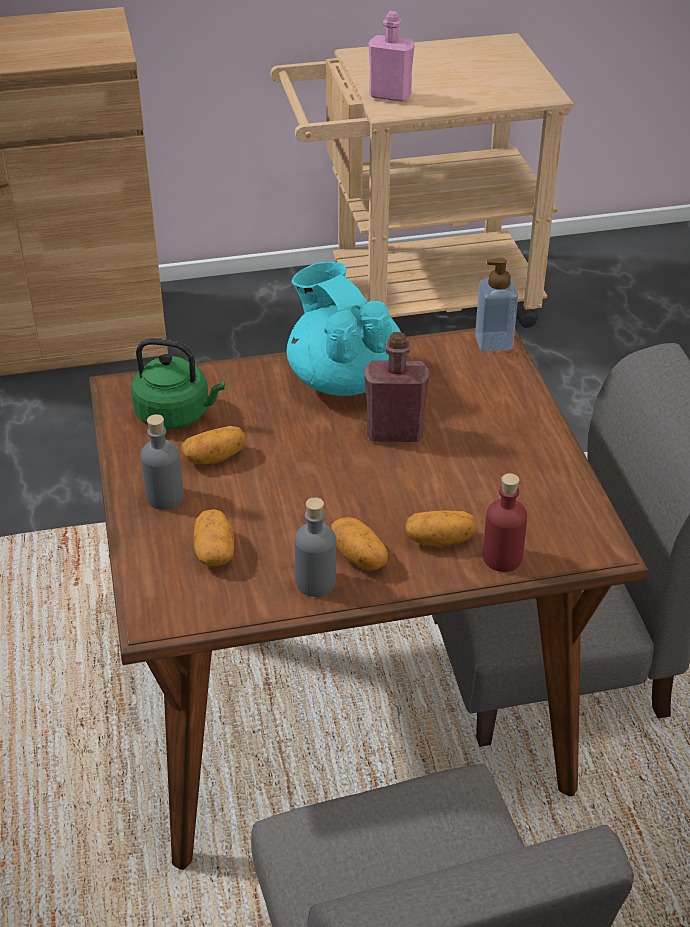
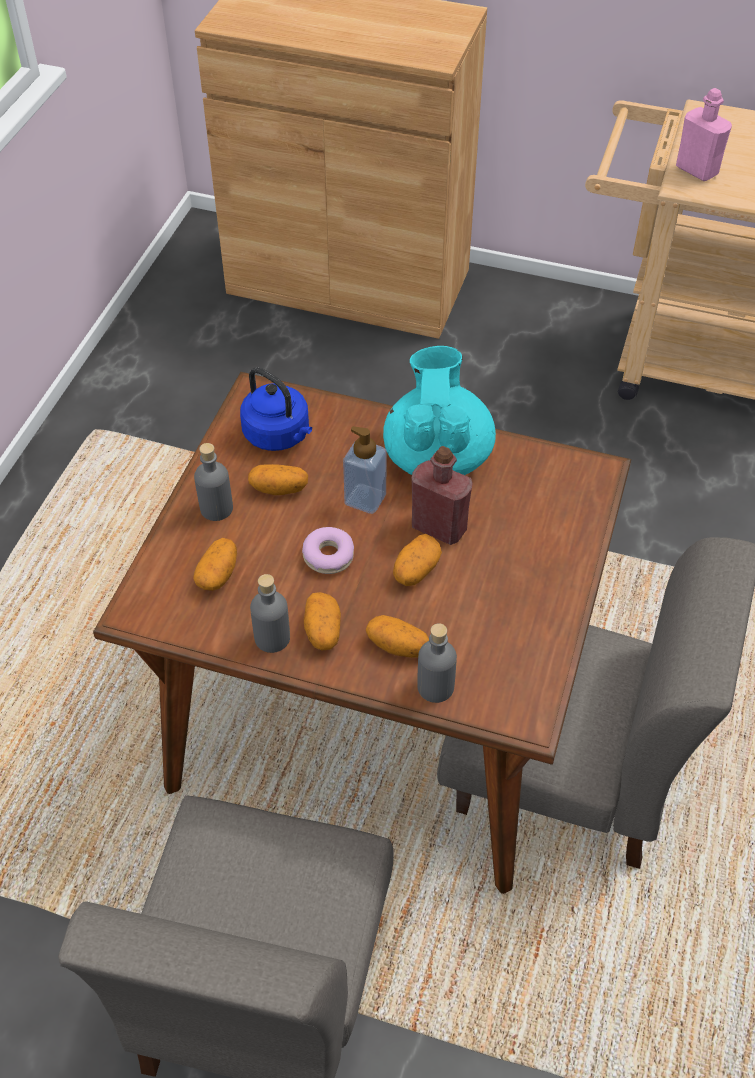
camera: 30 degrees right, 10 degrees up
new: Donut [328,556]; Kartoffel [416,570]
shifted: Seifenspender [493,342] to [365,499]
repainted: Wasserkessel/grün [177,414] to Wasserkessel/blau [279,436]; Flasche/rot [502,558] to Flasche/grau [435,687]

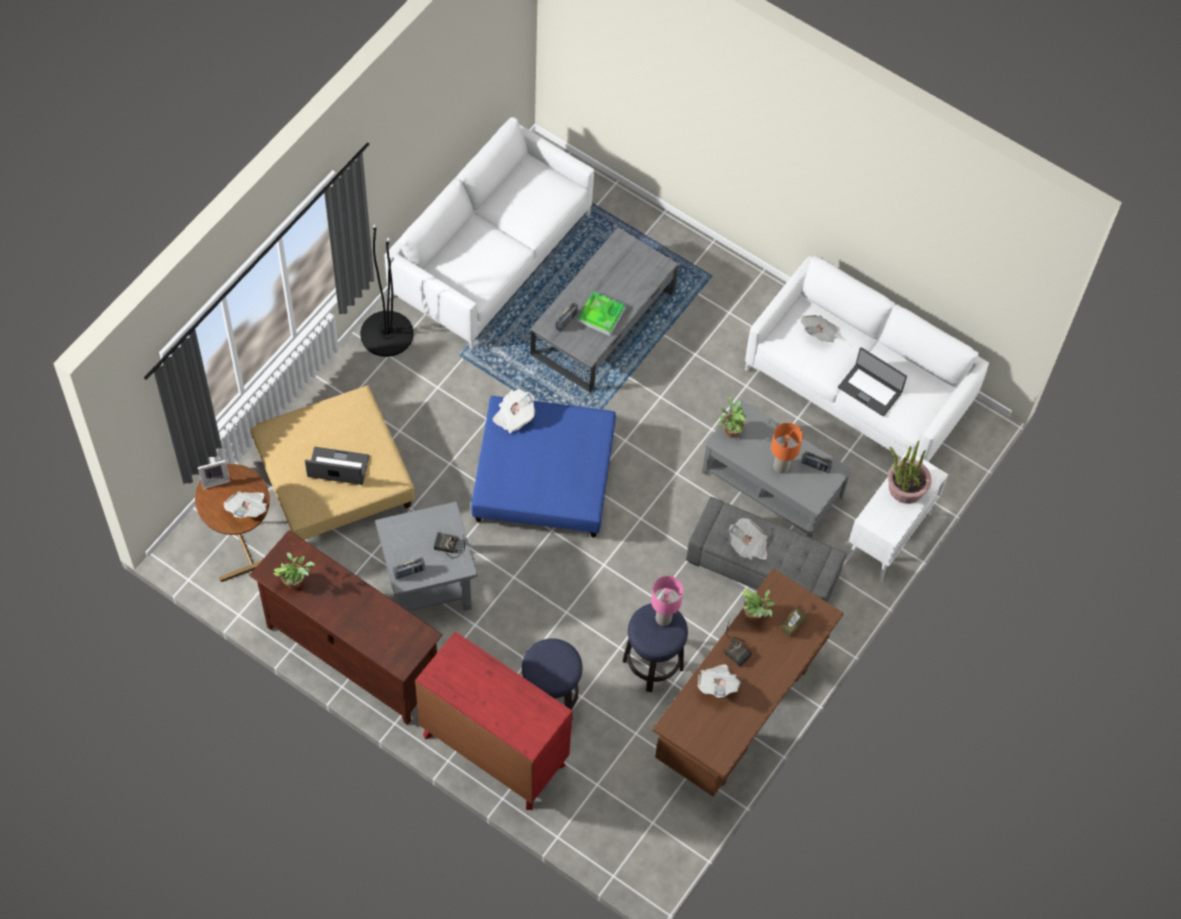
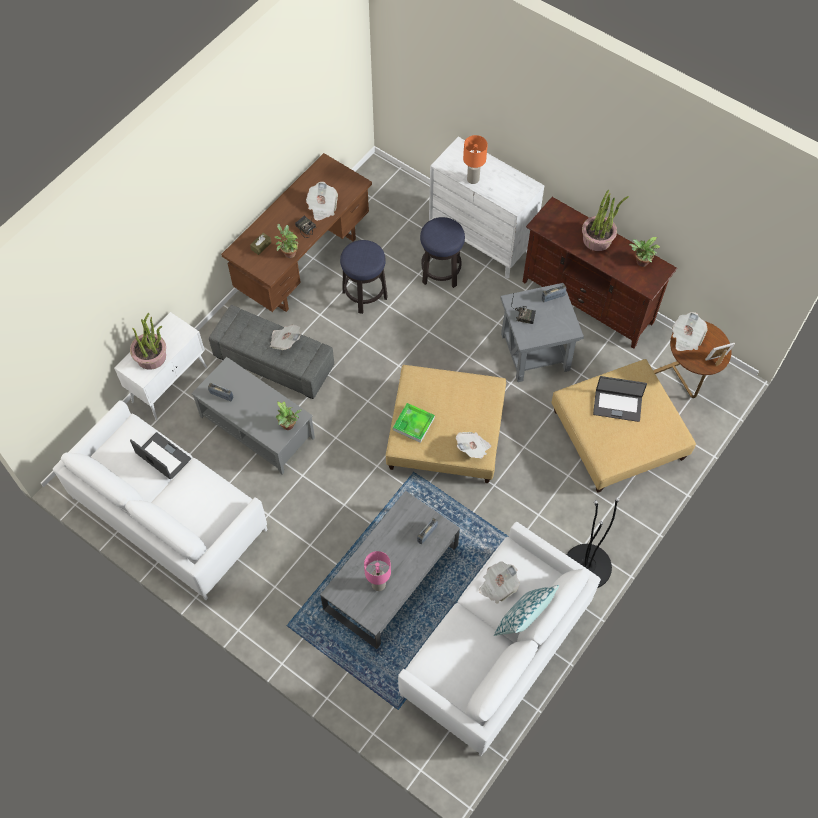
camera: 175 degrees left, 0 degrees up
new: Topfpflanze [597,239]; Kissen [523,620]
shifted: Tablett [601,315] to [413,424]; Zeitung [819,334] to [497,586]; Tischlampe/orange [781,467] to [472,179]; Tischlampe/rosa [663,619] to [379,584]
repainted: Polsterhocker/blau [543,478] to Polsterhocker/beige [445,434]; Kommode/rot [493,750] to Kommode/weiß [481,241]

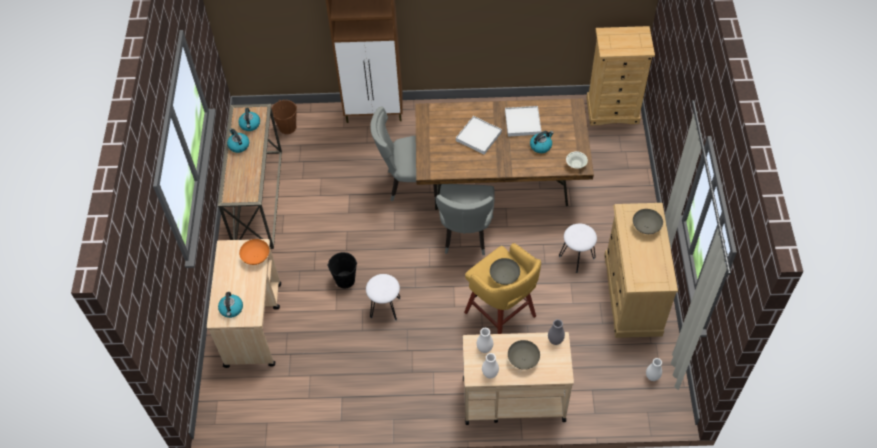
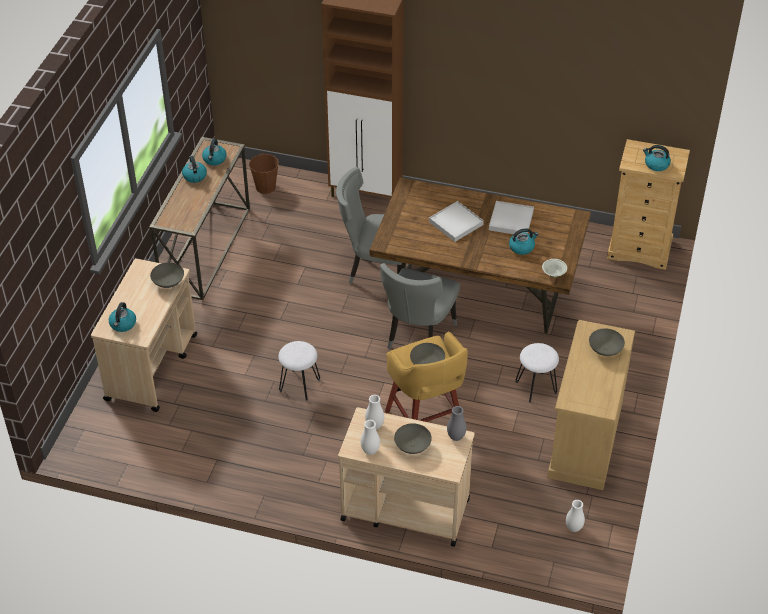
camera: 15 degrees right, 10 degrees down
gone: Eimer/schwarz [345,280]
new: Wasserkessel [656,164]
repainted: Schüssel/orange [256,257] to Schüssel/grau [168,283]

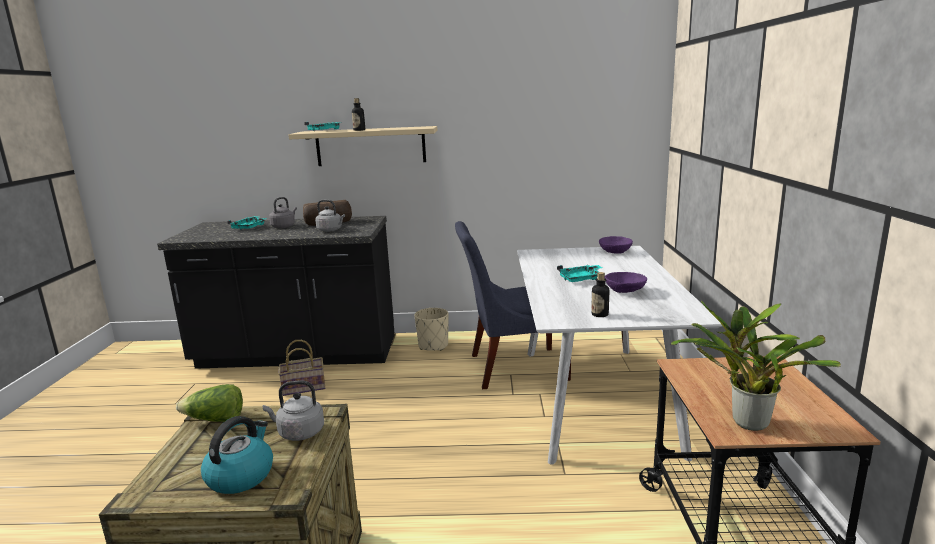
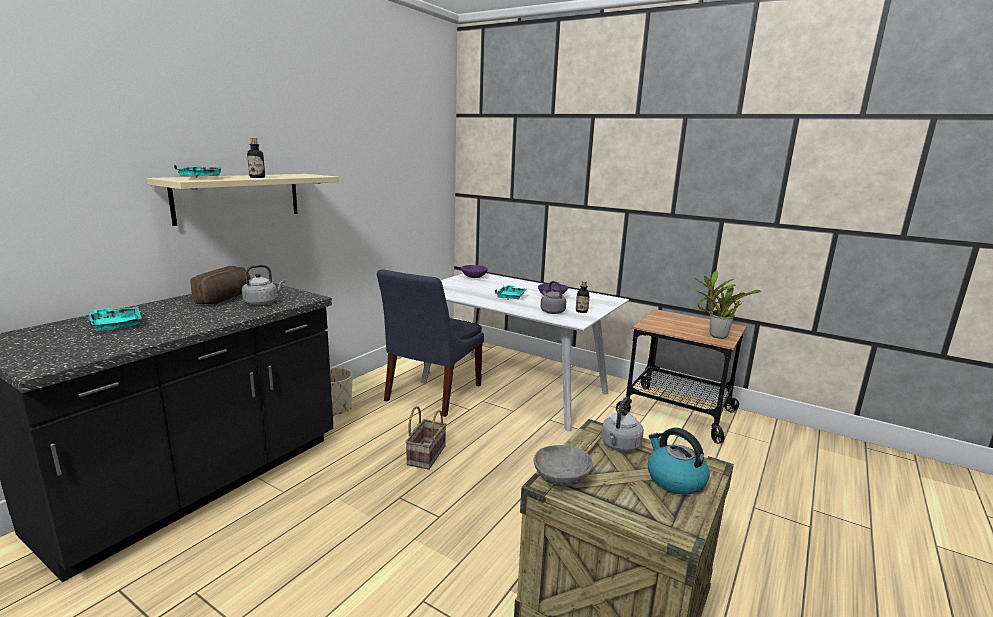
camera: 60 degrees left, 0 degrees up
shifted: Wasserkessel/grau [284,226] to [551,311]; Korb [305,387] to [426,454]
swapped: Salatkopf [215,420] to Schüssel/grau [562,478]

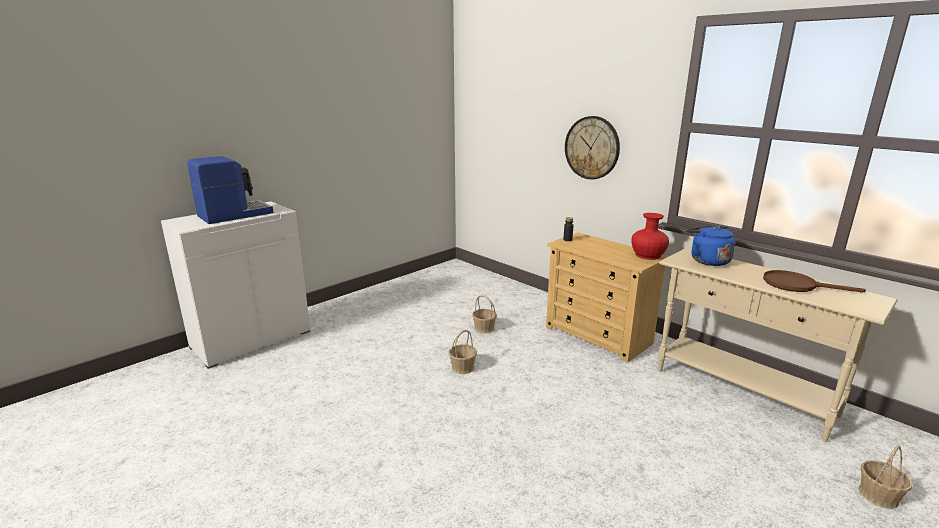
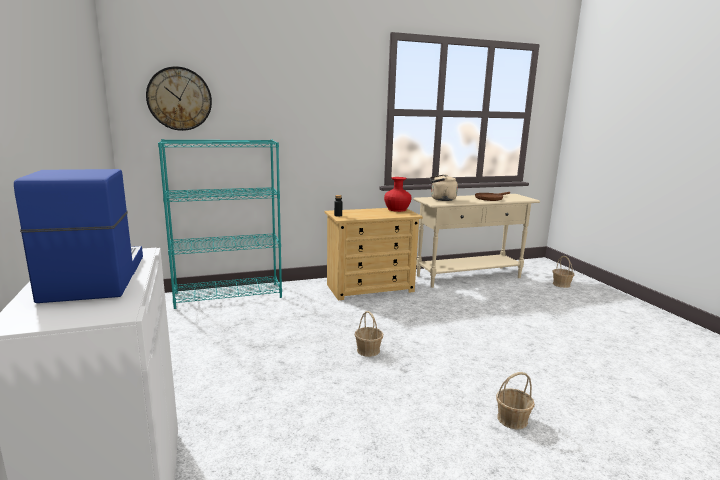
camera: 65 degrees left, 5 degrees down
new: Bücherregal/türkis [229,295]
shifted: Wanduhr [592,148] to [179,99]; Korb [484,328] to [512,419]
repainted: Wasserkessel/blau [707,260] to Wasserkessel/beige [441,199]

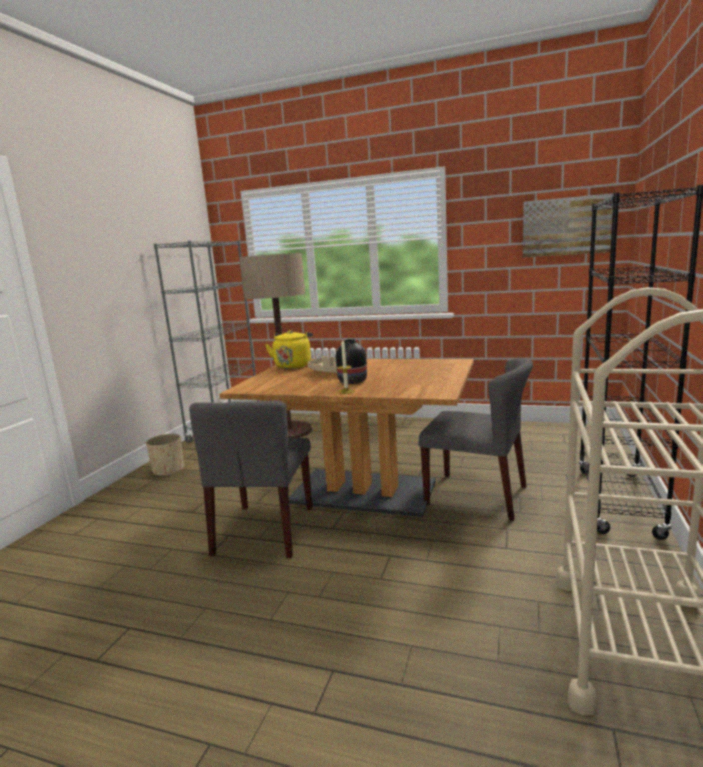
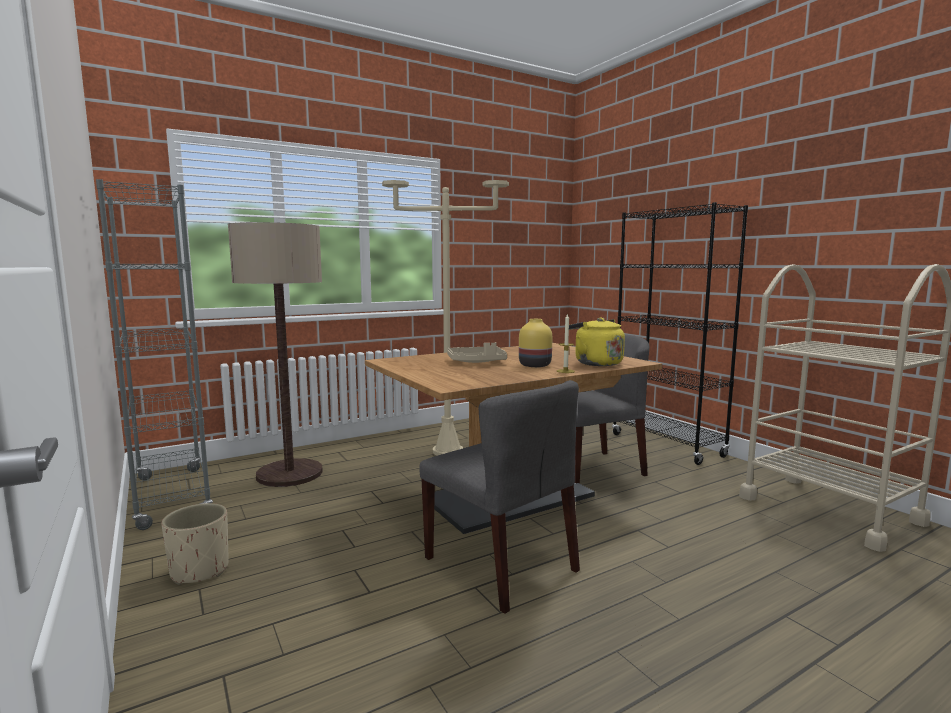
camera: 50 degrees left, 5 degrees down
gone: Bild [565,226]
new: Stehlampe/beige [447,451]
shifted: Wasserkessel/gelb [293,365] to [595,363]
repainted: Vase/schwarz [352,381] to Vase/gelb [535,365]

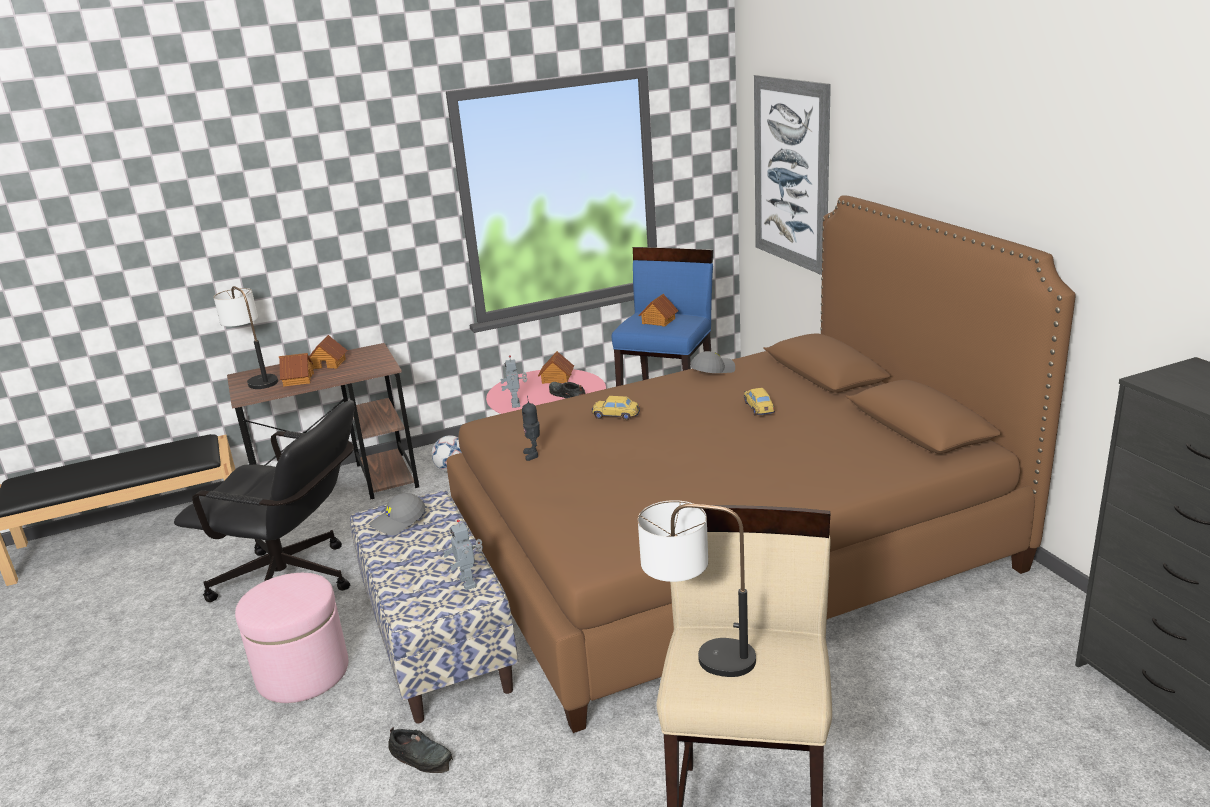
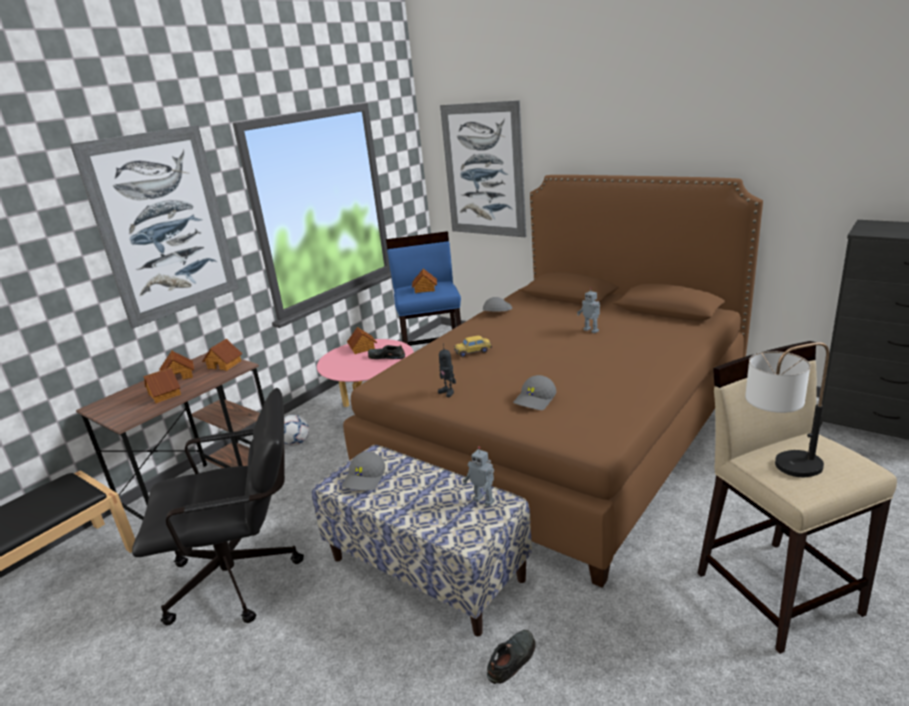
camera: 30 degrees left, 0 degrees up
gone: Tischlampe [257,379]; Spielzeugauto [759,409]; Polsterhocker/rosa [303,673]
new: Bild [164,225]; Spielzeughaus [224,364]; Kappe/grau [535,400]
shifted: Spielzeugroboter [516,404] to [591,330]
rotated: Schuh/schwarz [421,756] = [512,659] 45 degrees counterclockwise

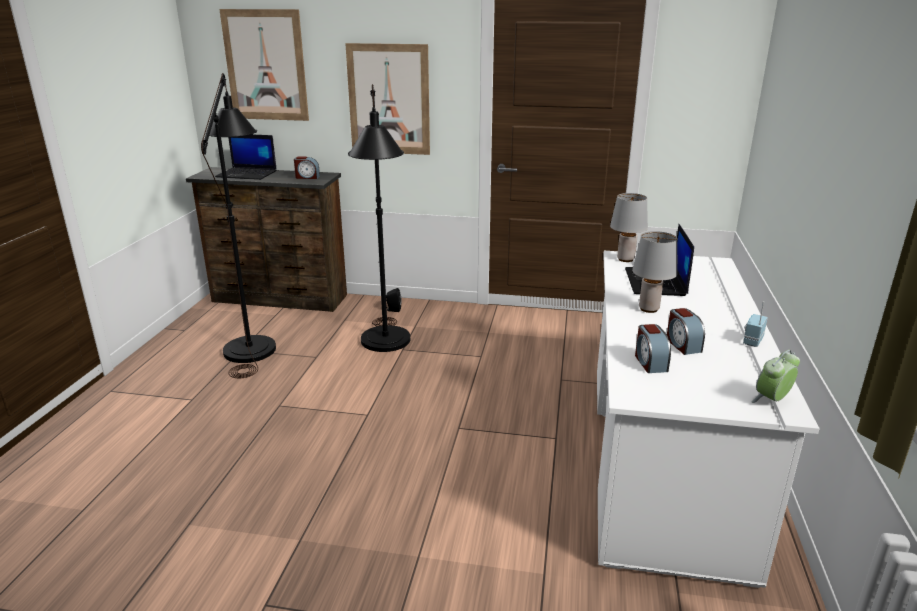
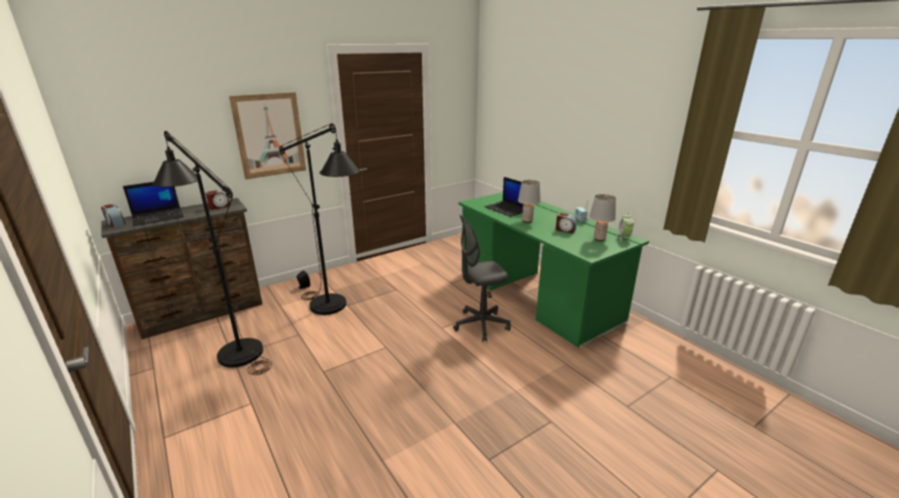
camera: 45 degrees left, 0 degrees up
gone: Bild [265,65]
new: Bürostuhl/grau [481,325]
shifted: Tischlampe/grau [625,259] to [599,239]; Wecker [650,362] to [115,223]
repainted: Schreibtisch/weiß [663,458] to Schreibtisch/grün [536,295]

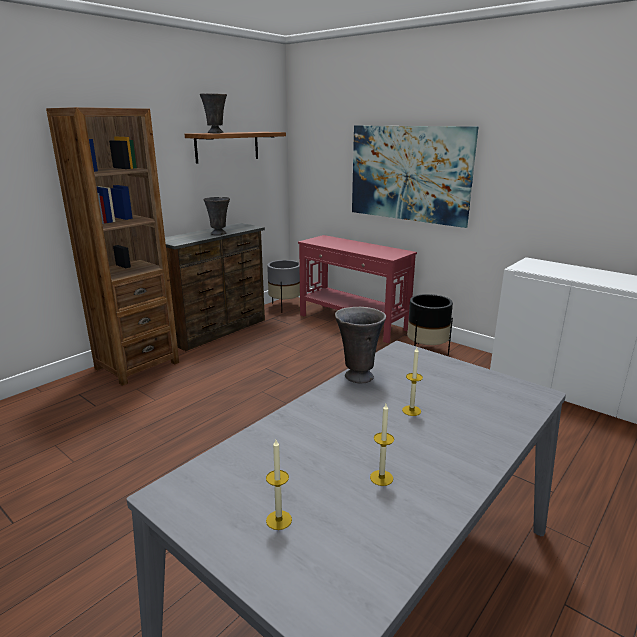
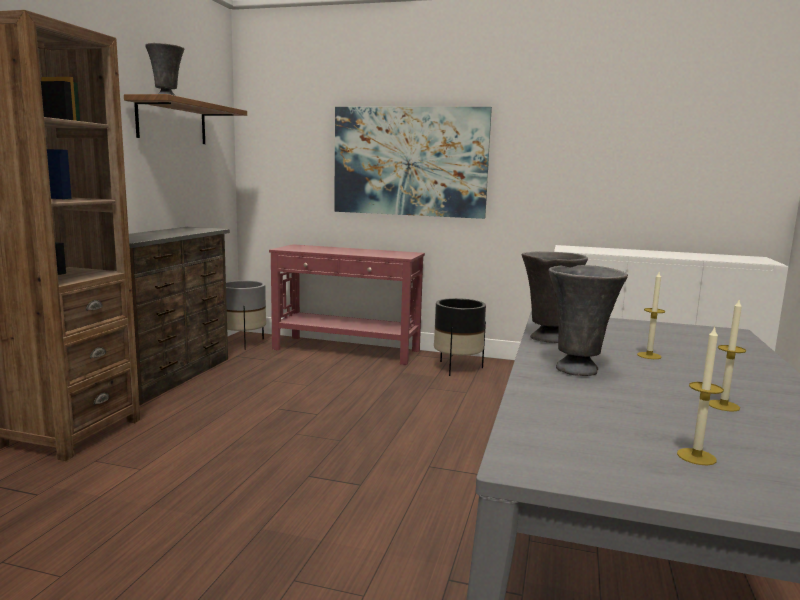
camera: 25 degrees left, 10 degrees down
shifted: Vase/grau [219,234] to [578,369]

